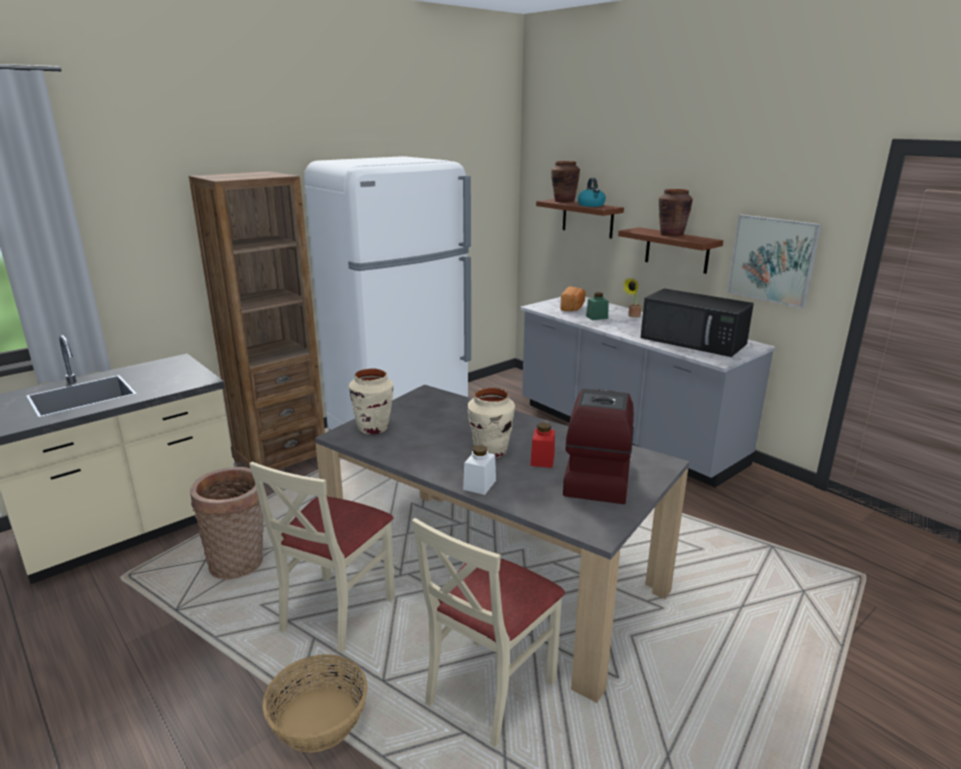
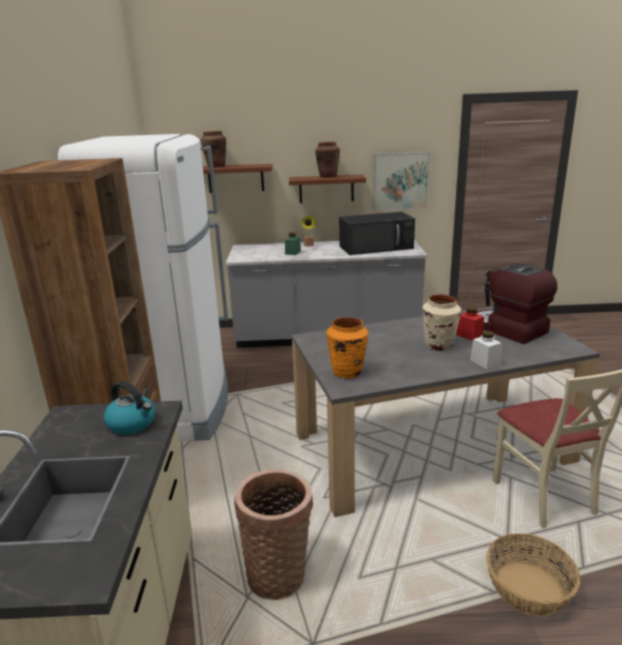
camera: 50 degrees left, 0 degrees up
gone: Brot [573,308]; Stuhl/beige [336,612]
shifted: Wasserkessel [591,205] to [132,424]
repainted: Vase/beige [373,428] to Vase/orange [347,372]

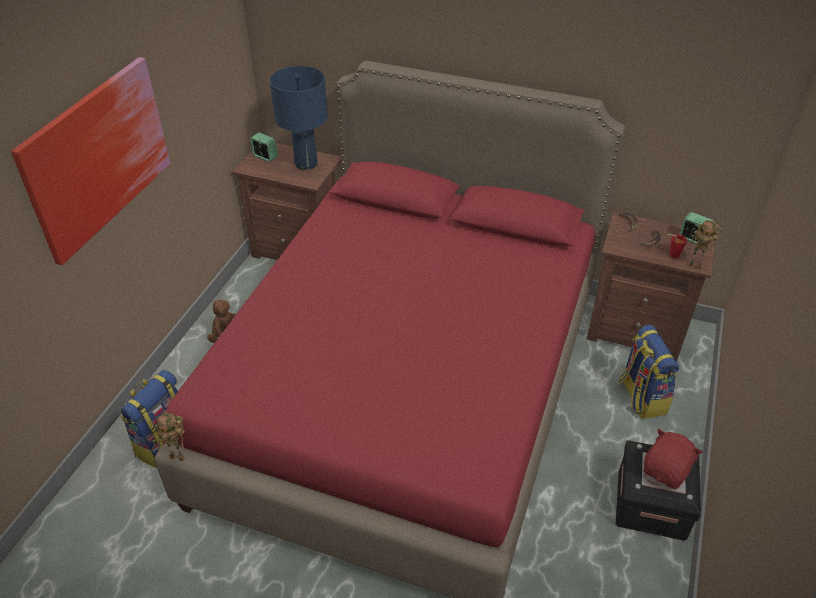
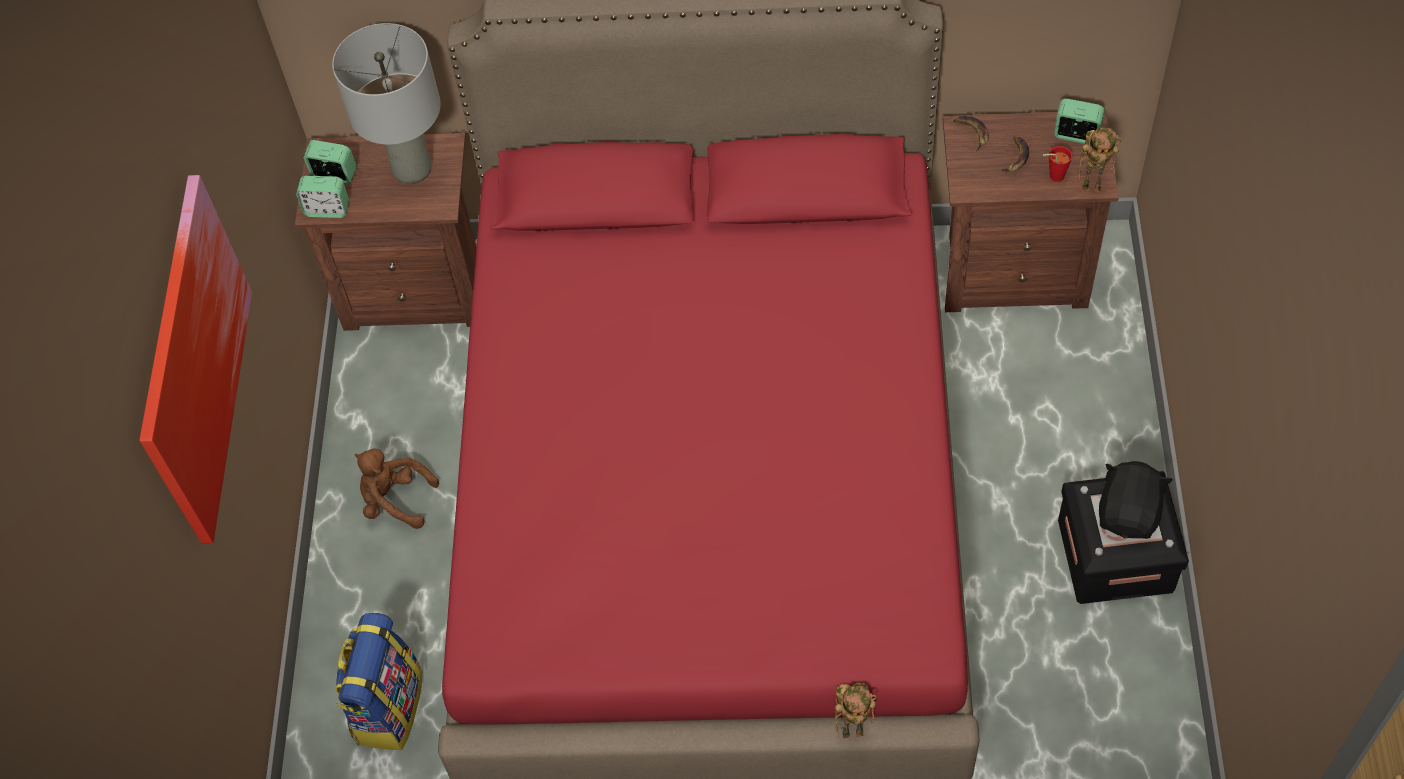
camera: 15 degrees left, 15 degrees up
gone: Rucksack [641,397]
new: Wecker [327,209]
shifted: Spielzeugroboter [179,456] to [854,731]
repainted: Tischlampe/blau [305,164] to Tischlampe/grau [411,169]; Plüschtier/rot [666,470] to Plüschtier/schwarz [1129,513]

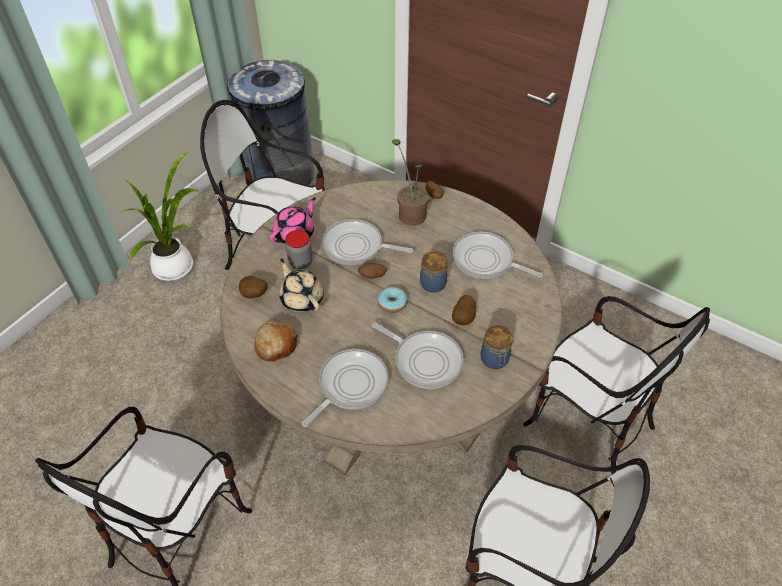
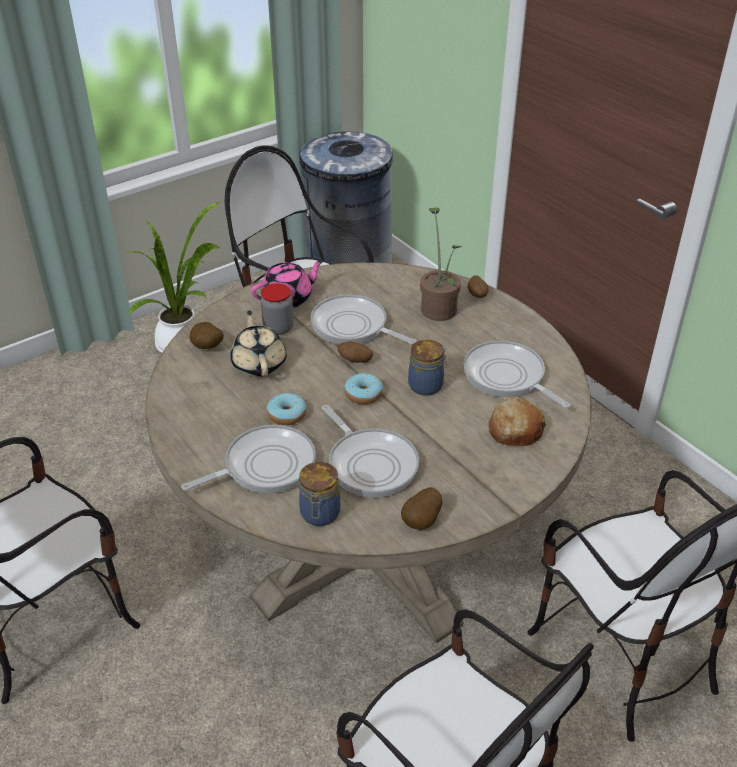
camera: 20 degrees right, 10 degrees down
new: Donut [287,415]
shifted: Kartoffel [464,318] to [422,522]; Brot [275,345] to [514,430]; Vorratsglas [494,360] to [319,514]

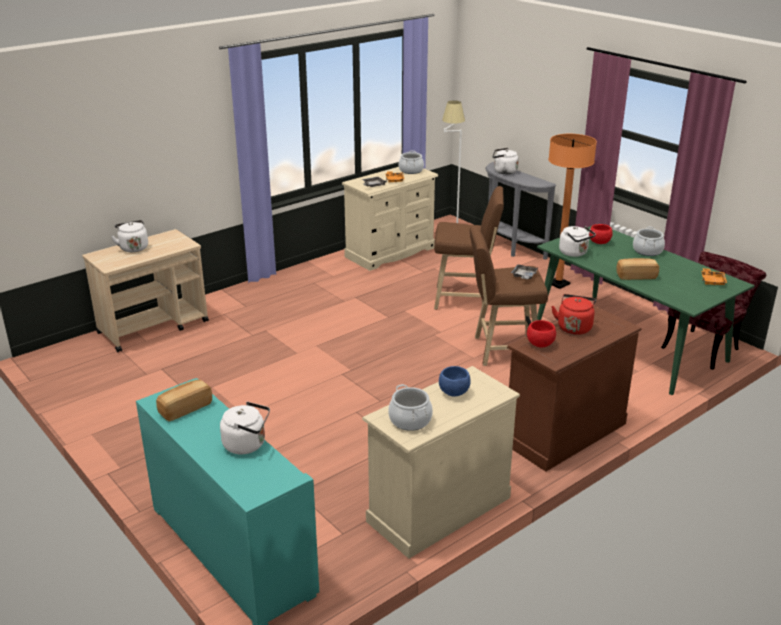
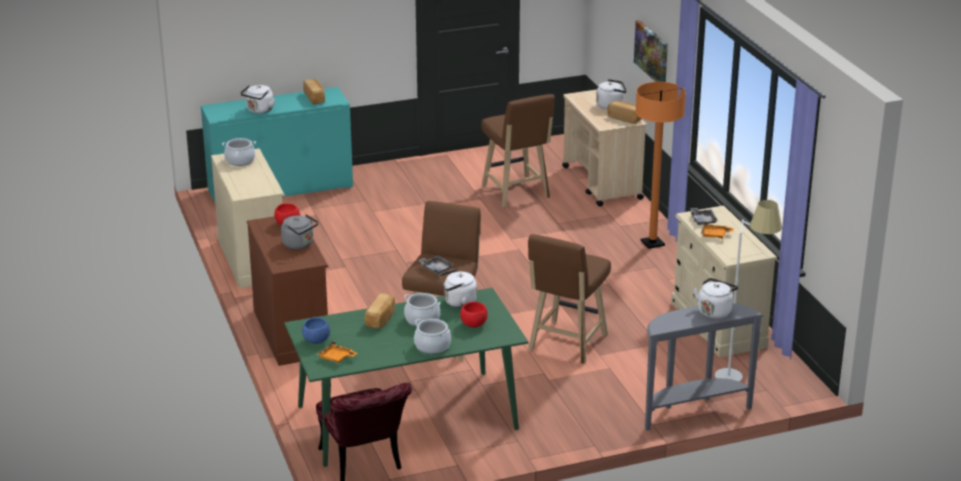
camera: 110 degrees right, 0 degrees up
new: Bild [652,53]; Hocker/braun [517,193]; Brot [625,118]
shifted: Stehlampe/orange [558,284] to [652,243]; Kochtopf [411,170] to [422,319]; Schüssel/blau [454,393] to [316,341]
repainted: Wasserkessel/rot [574,327] to Wasserkessel/grau [299,245]

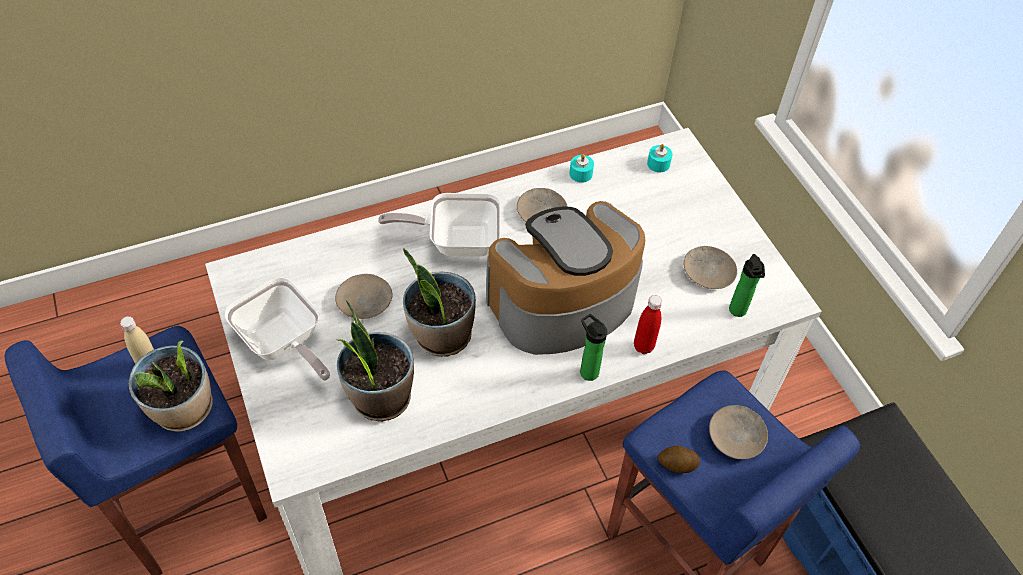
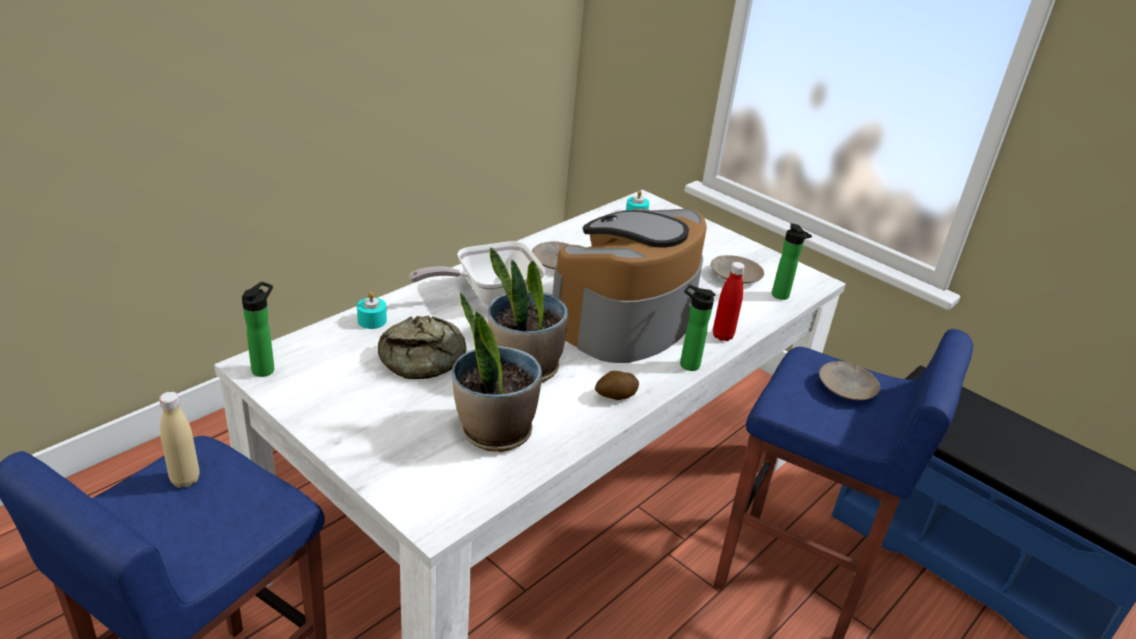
camera: 25 degrees left, 20 degrees down
gone: Pfanne [283,343]; Topfpflanze [184,409]
new: Flasche [265,368]
shifted: Kerze/türkis [580,174] to [372,320]; Kartoffel [676,465] to [615,396]
swapped: Teller/beige [365,301] to Brot [424,358]

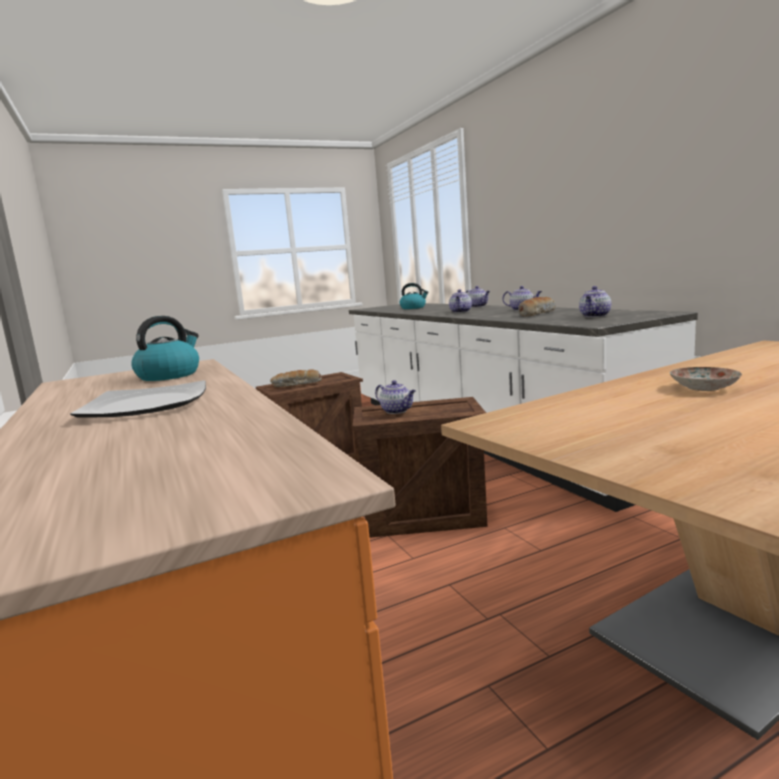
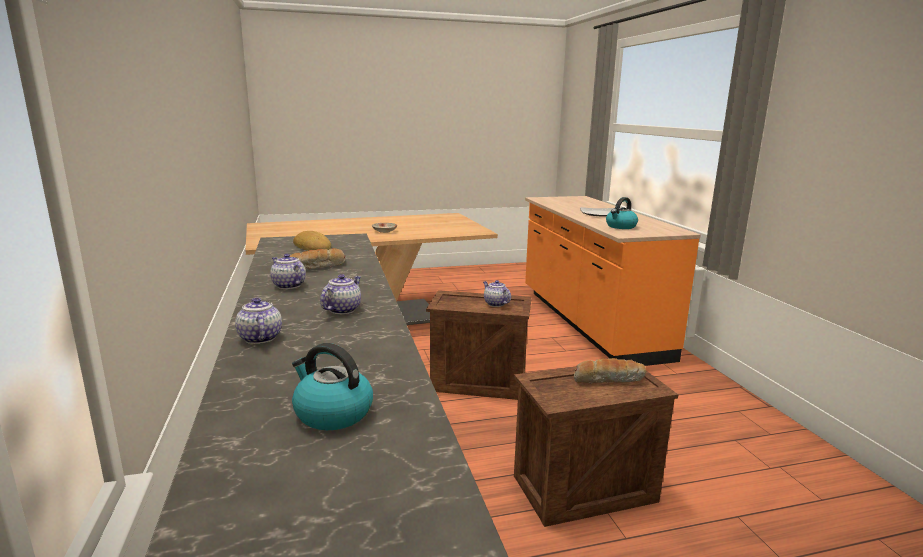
camera: 170 degrees left, 5 degrees up
swapped: Teekanne [595,316] to Brot [313,247]

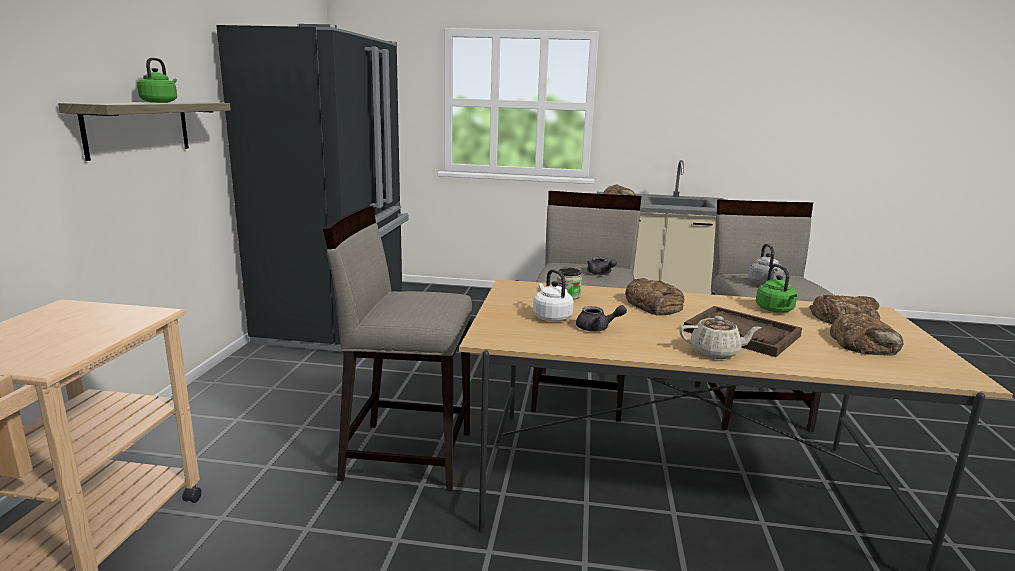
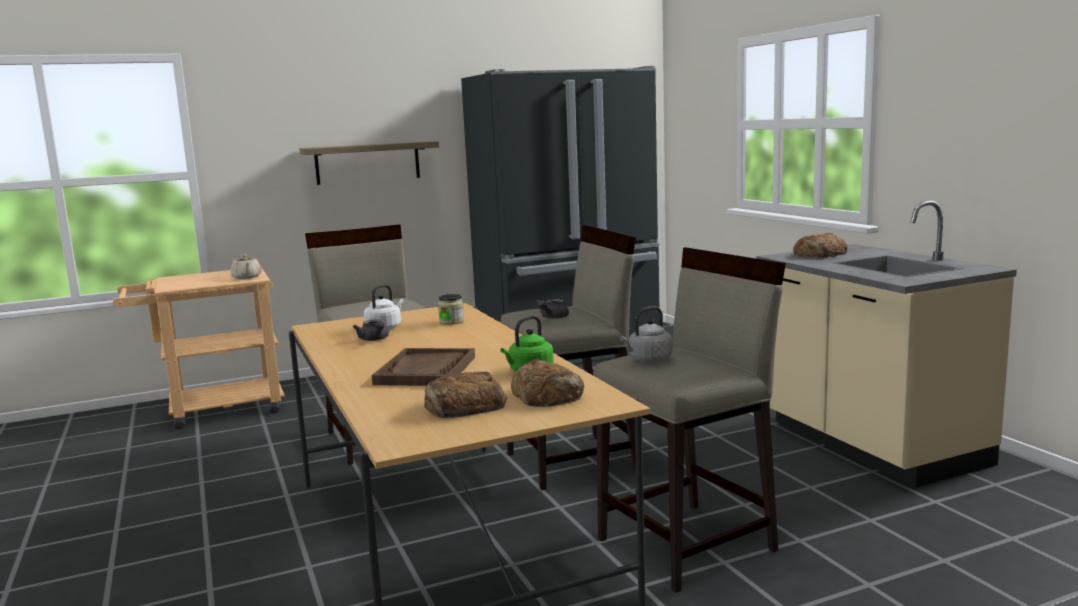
camera: 60 degrees right, 5 degrees down
gone: Wasserkessel/grün [160,102]; Brot [653,305]
shifted: Teekanne/beige [715,352] to [246,277]

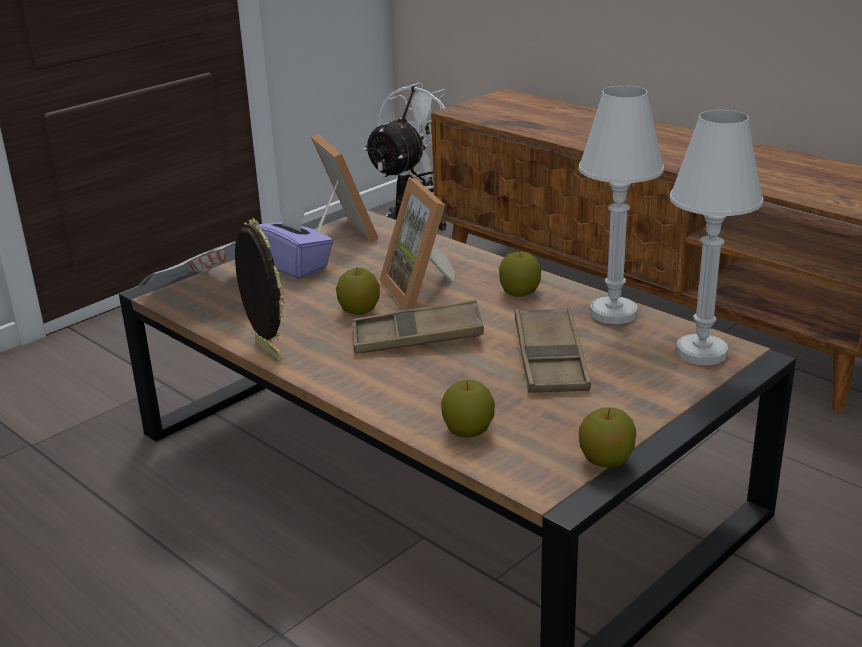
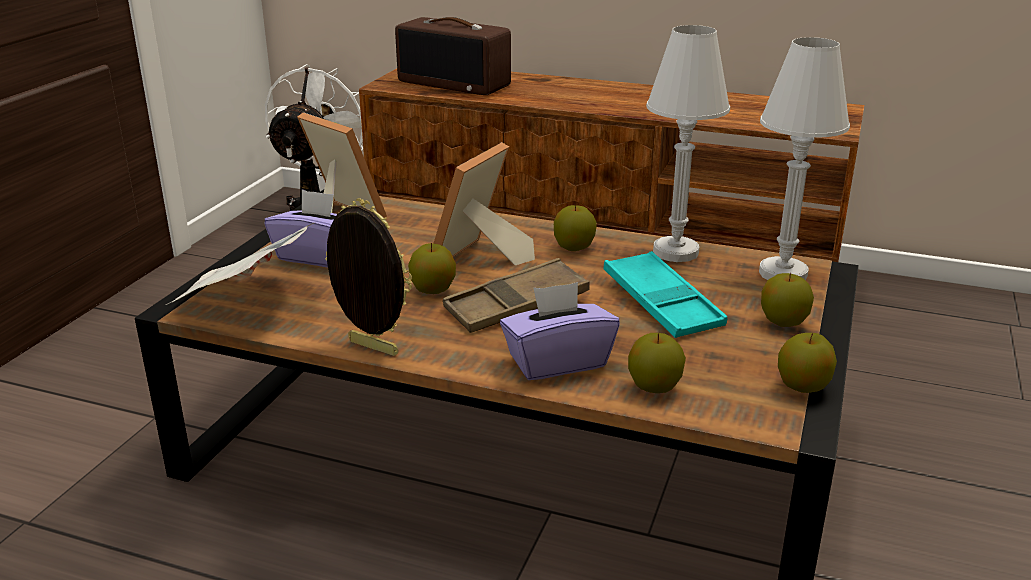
camera: 25 degrees left, 0 degrees up
new: Radio [455,83]; Apfel [783,322]; Taschentuchbox/lila [557,362]
repainted: Tablett/braun [550,359] to Tablett/türkis [662,303]
rotated: Bilderrahmen [423,291] = [479,260] 75 degrees clockwise

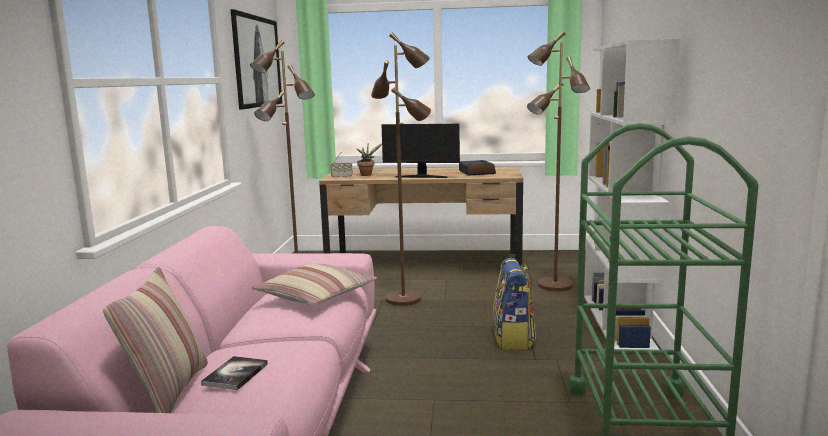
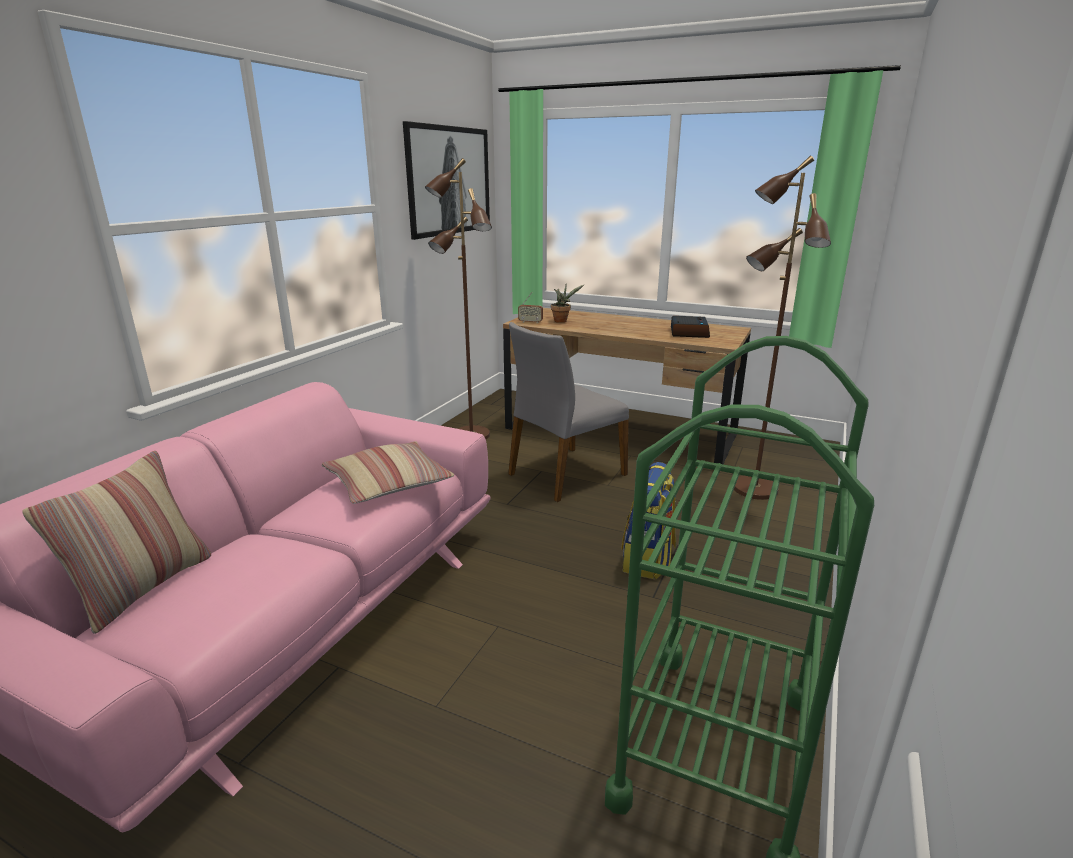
camera: 20 degrees right, 10 degrees up
gone: Bücherregal/weiß [618,322]; Monitor [421,177]; Buch [235,374]
swapped: Stehlampe/braun [404,299] to Stuhl/grau [565,474]

